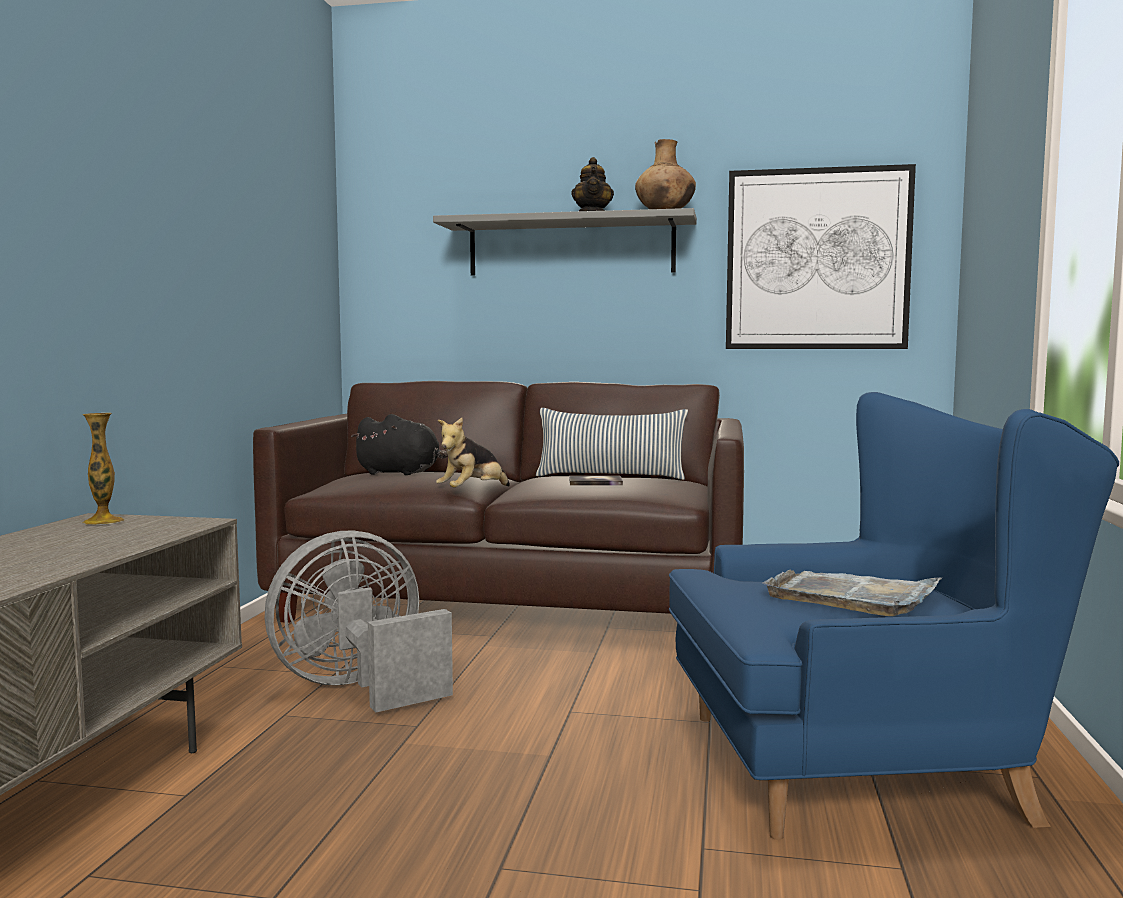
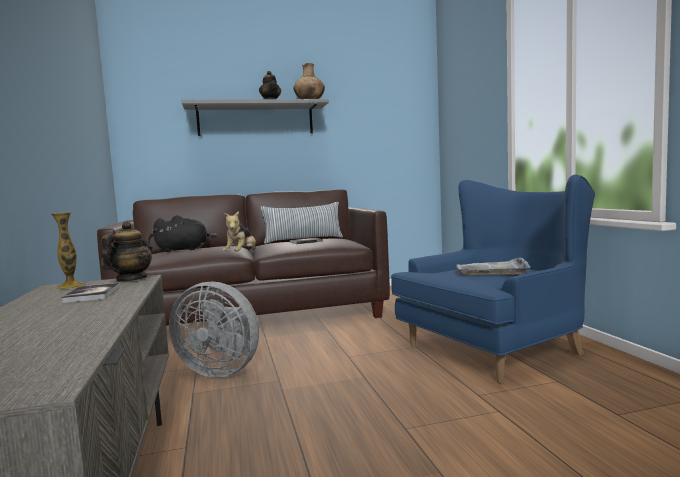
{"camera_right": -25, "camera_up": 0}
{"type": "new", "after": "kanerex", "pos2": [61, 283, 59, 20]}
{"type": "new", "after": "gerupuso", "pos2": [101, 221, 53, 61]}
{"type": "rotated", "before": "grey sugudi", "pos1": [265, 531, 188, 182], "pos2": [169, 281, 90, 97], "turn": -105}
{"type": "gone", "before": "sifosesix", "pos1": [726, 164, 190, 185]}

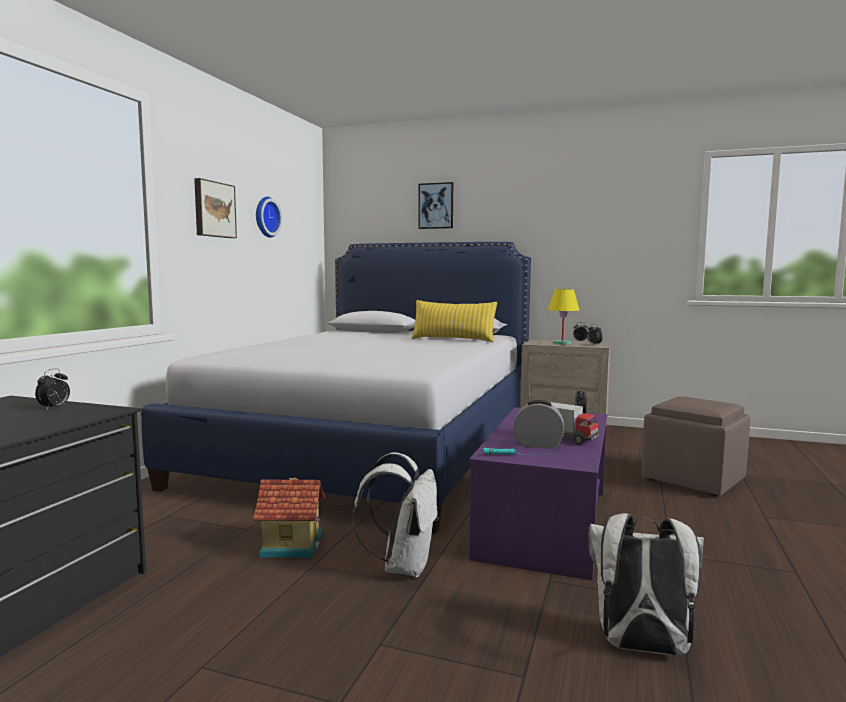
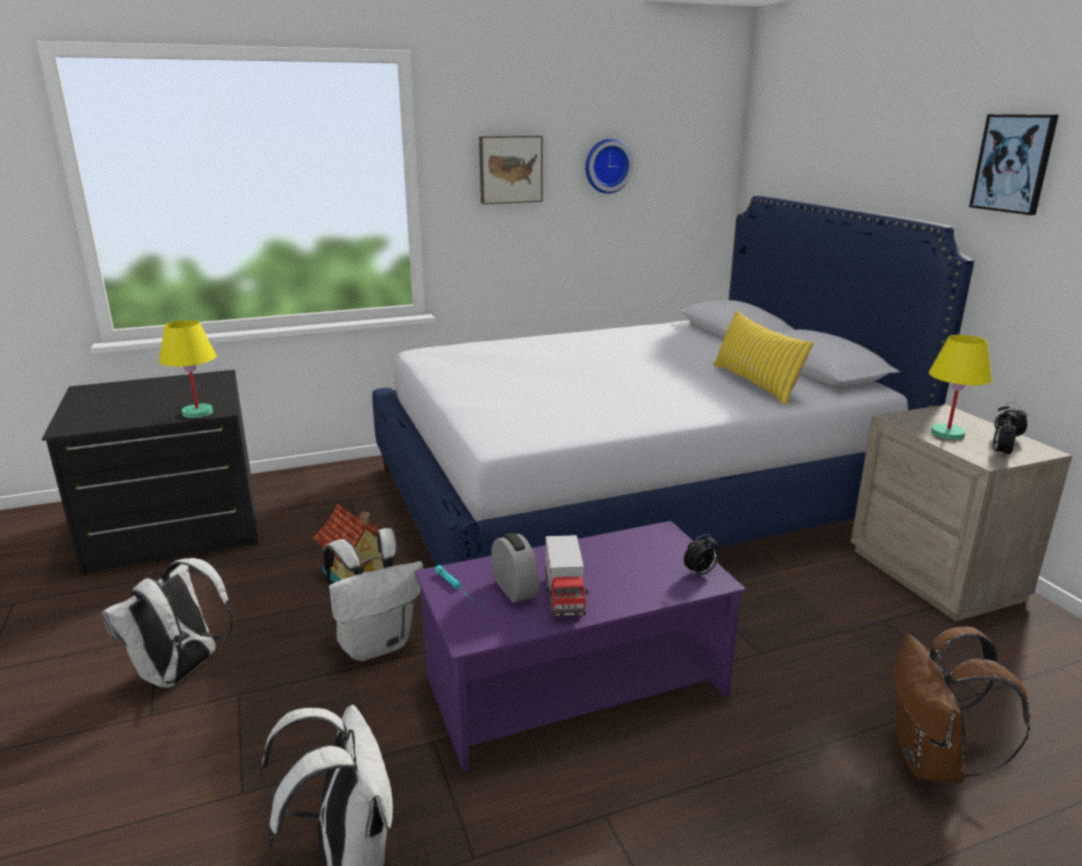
{"camera_right": 50, "camera_up": 15}
{"type": "new", "after": "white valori", "pos2": [102, 558, 132, 130]}
{"type": "new", "after": "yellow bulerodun", "pos2": [159, 320, 57, 98]}
{"type": "swapped", "before": "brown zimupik", "after": "brown valori", "pos1": [642, 396, 108, 100], "pos2": [893, 626, 137, 157]}
{"type": "shifted", "before": "sifosesix", "pos1": [418, 182, 35, 47], "pos2": [969, 114, 90, 101]}
{"type": "gone", "before": "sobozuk", "pos1": [35, 369, 35, 40]}

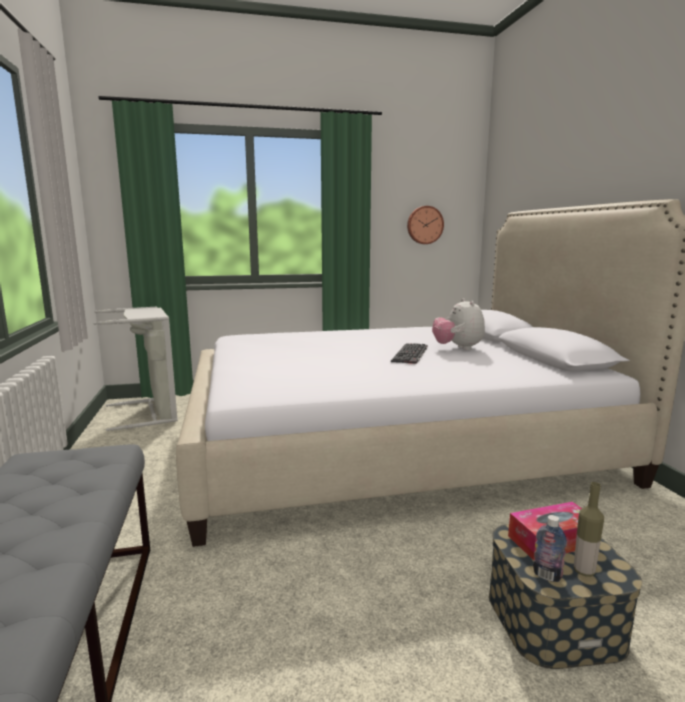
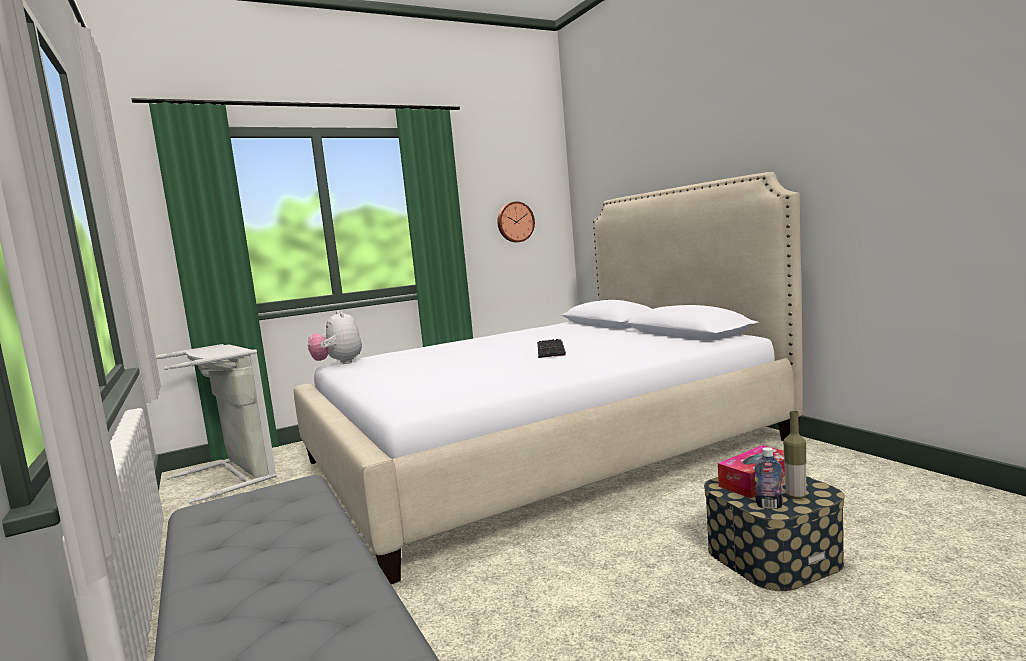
{"camera_right": -15, "camera_up": -5}
{"type": "shifted", "before": "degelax", "pos1": [432, 298, 53, 52], "pos2": [308, 311, 54, 53]}

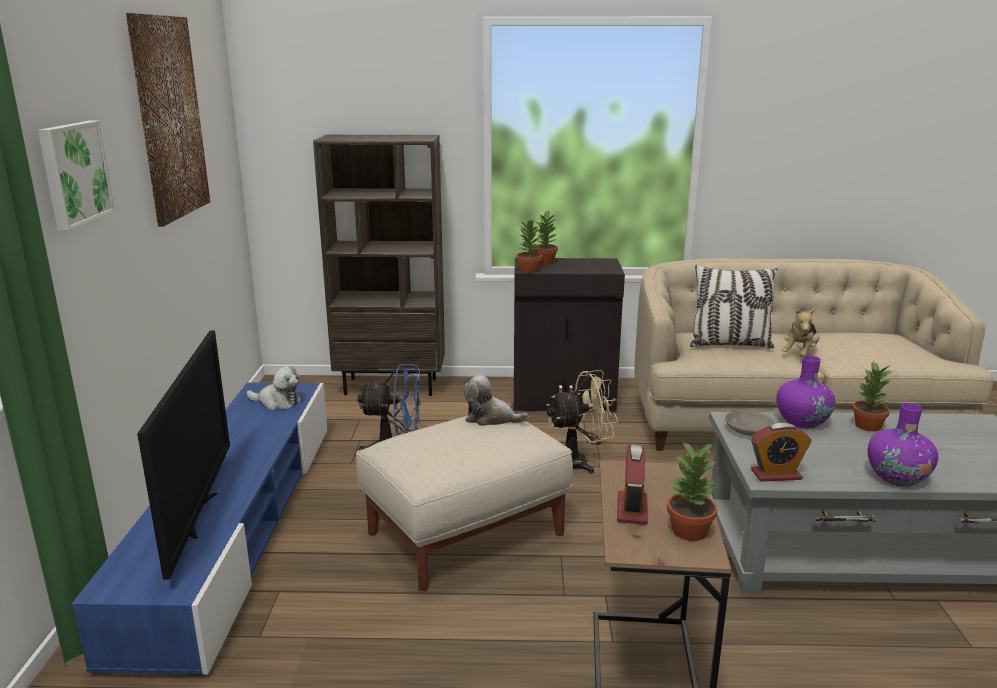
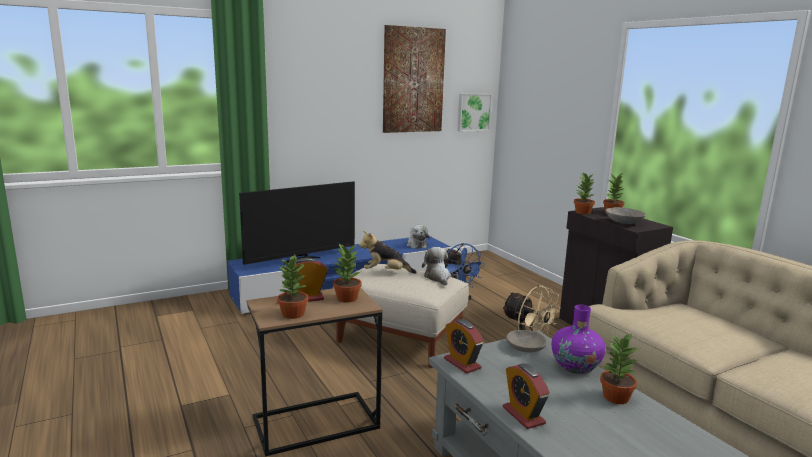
{"camera_right": 60, "camera_up": -5}
{"type": "new", "after": "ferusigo", "pos2": [333, 244, 29, 58]}
{"type": "shifted", "before": "degelax", "pos1": [782, 308, 37, 49], "pos2": [359, 231, 58, 43]}
{"type": "shifted", "before": "sifosesix", "pos1": [38, 121, 77, 109], "pos2": [457, 94, 35, 38]}
{"type": "swapped", "before": "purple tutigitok", "after": "sobozuk", "pos1": [868, 403, 70, 84], "pos2": [503, 363, 47, 66]}
{"type": "new", "after": "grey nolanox", "pos2": [606, 207, 40, 17]}
{"type": "gone", "before": "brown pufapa", "pos1": [313, 135, 132, 261]}
{"type": "gone", "before": "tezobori", "pos1": [690, 265, 87, 84]}

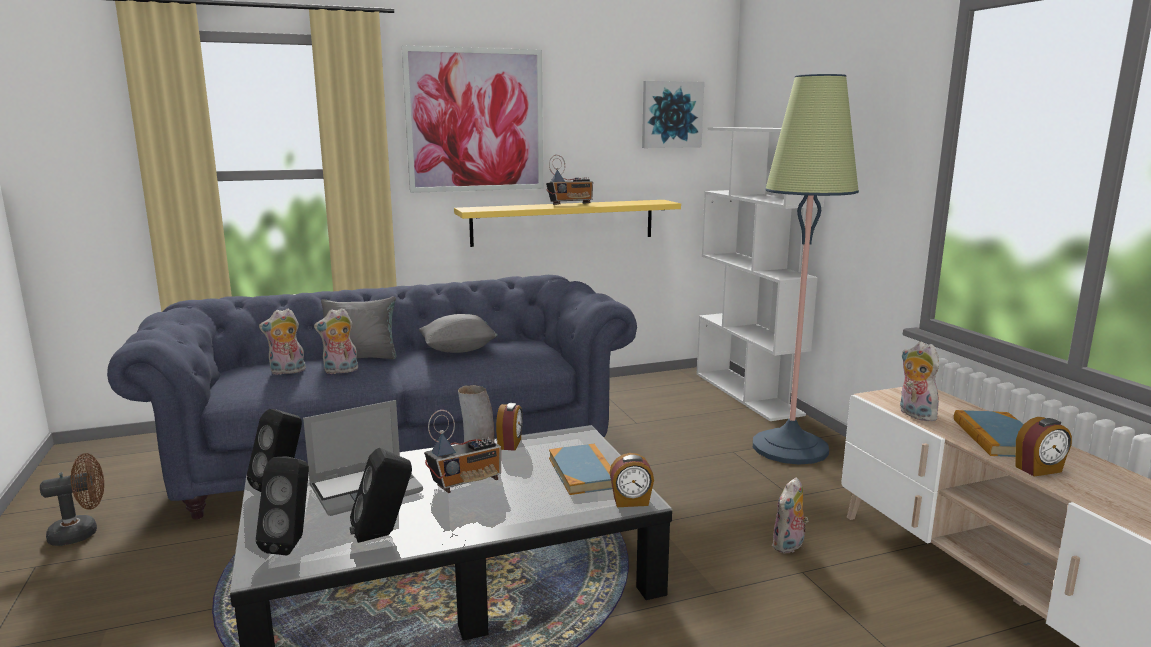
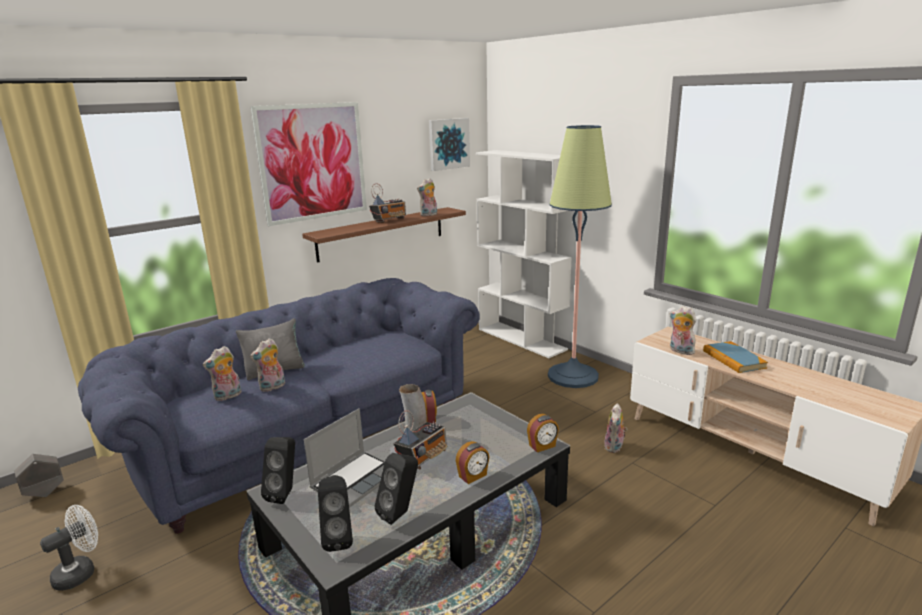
{"camera_right": -20, "camera_up": 5}
{"type": "new", "after": "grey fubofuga", "pos2": [14, 454, 50, 43]}
{"type": "repainted", "before": "brown sugudi", "after": "white sugudi", "pos1": [40, 453, 64, 93], "pos2": [40, 505, 58, 86]}
{"type": "repainted", "before": "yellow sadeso", "after": "brown sadeso", "pos1": [454, 200, 227, 47], "pos2": [302, 207, 164, 56]}
{"type": "new", "after": "degelax", "pos2": [417, 178, 20, 38]}
{"type": "shifted", "before": "sobozuk", "pos1": [1015, 417, 57, 60], "pos2": [456, 441, 33, 43]}
{"type": "gone", "before": "grey tezobori", "pos1": [419, 314, 79, 39]}
{"type": "gone", "before": "kanerex", "pos1": [549, 444, 63, 51]}

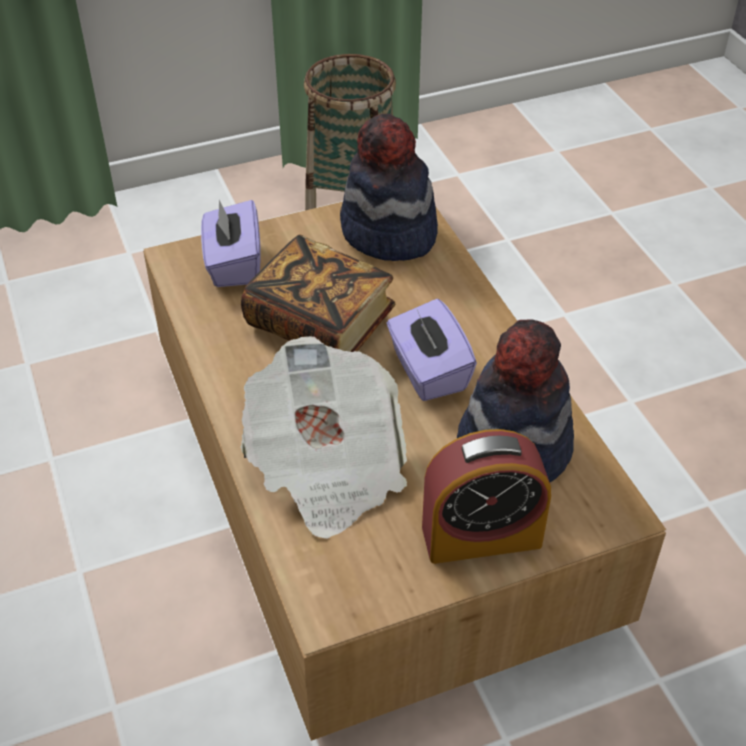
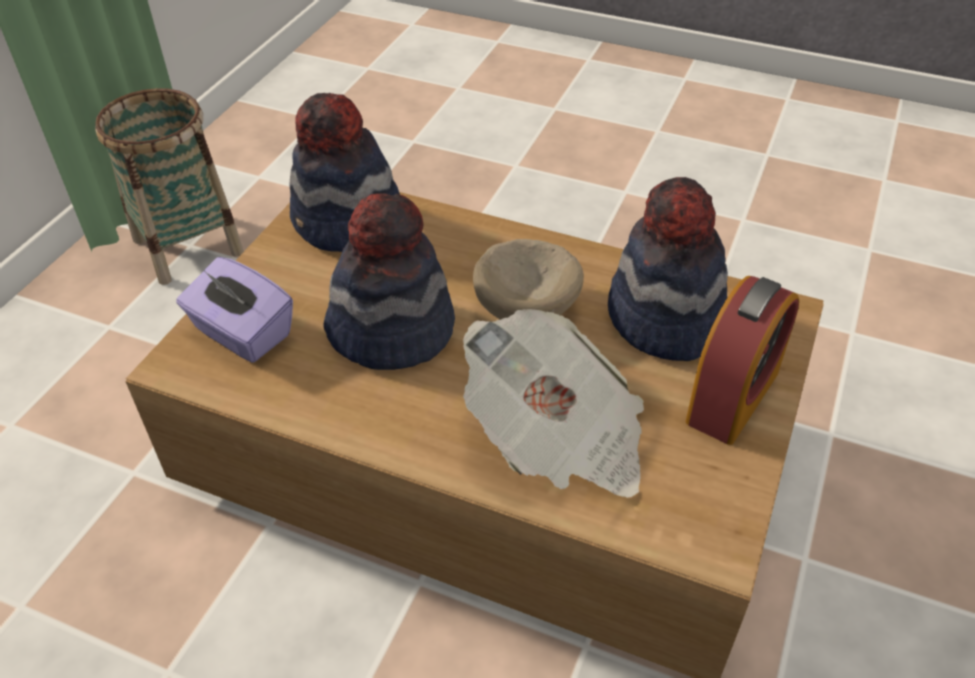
{"camera_right": -45, "camera_up": 0}
{"type": "swapped", "before": "kanerex", "after": "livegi", "pos1": [241, 235, 154, 117], "pos2": [324, 193, 131, 177]}
{"type": "swapped", "before": "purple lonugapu", "after": "beige nolanox", "pos1": [386, 299, 91, 102], "pos2": [473, 239, 111, 81]}

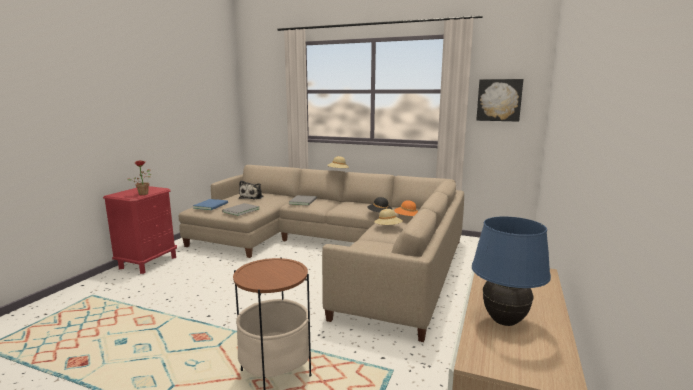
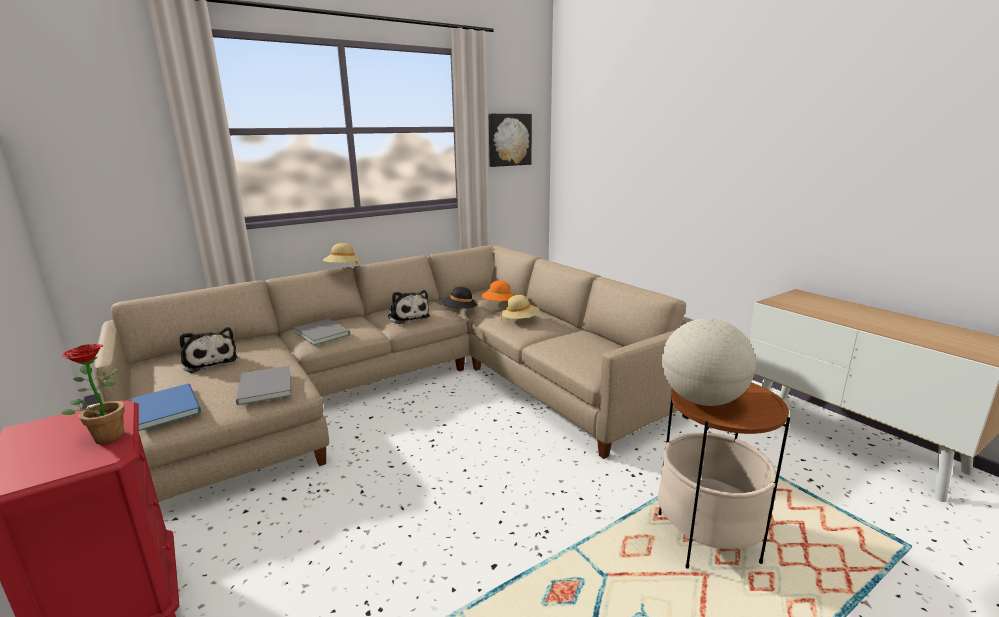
{"camera_right": -55, "camera_up": 5}
{"type": "new", "after": "degelax", "pos2": [388, 290, 42, 34]}
{"type": "new", "after": "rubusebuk", "pos2": [662, 318, 94, 88]}
{"type": "gone", "before": "blue bulerodun", "pos1": [472, 216, 79, 110]}

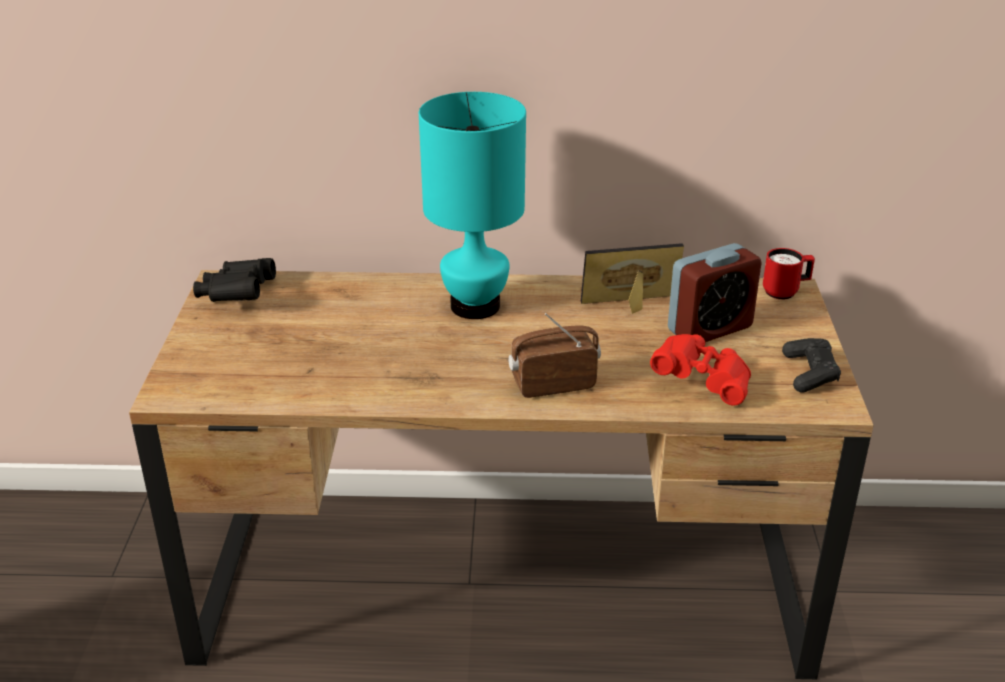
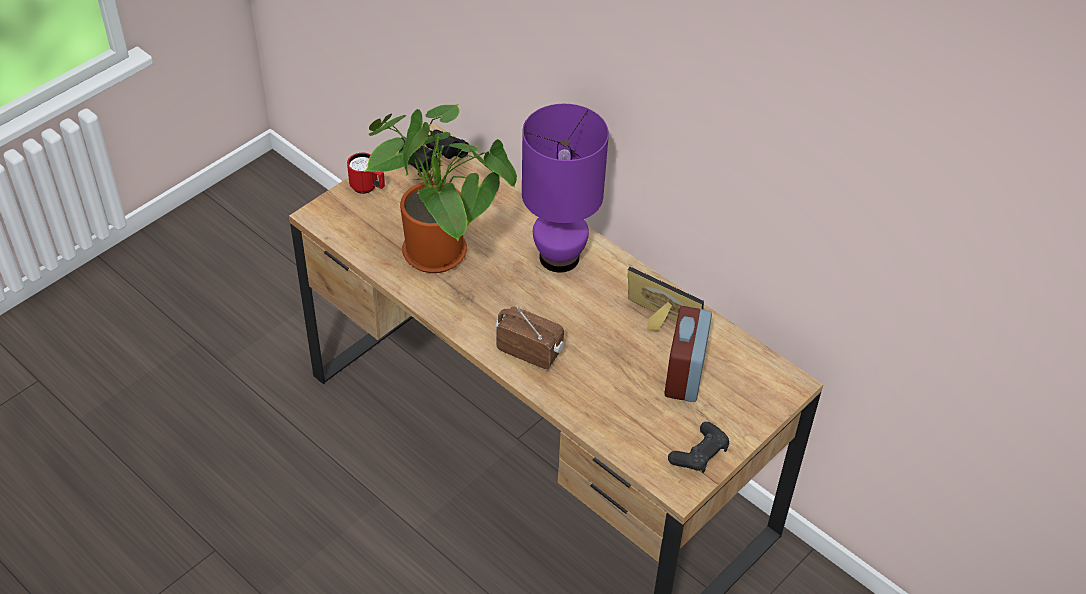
{"camera_right": 40, "camera_up": 15}
{"type": "shifted", "before": "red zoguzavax", "pos1": [763, 248, 52, 52], "pos2": [347, 153, 38, 41]}
{"type": "new", "after": "ferusigo", "pos2": [363, 104, 154, 169]}
{"type": "repainted", "before": "turquoise bulerodun", "after": "purple bulerodun", "pos1": [419, 92, 107, 227], "pos2": [522, 104, 87, 169]}
{"type": "rotated", "before": "sobozuk", "pos1": [668, 243, 94, 99], "pos2": [664, 306, 48, 96], "turn": 90}
{"type": "gone", "before": "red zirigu", "pos1": [650, 334, 101, 72]}

